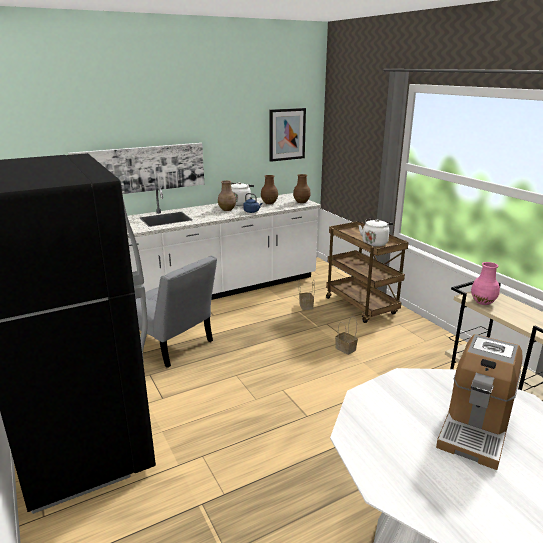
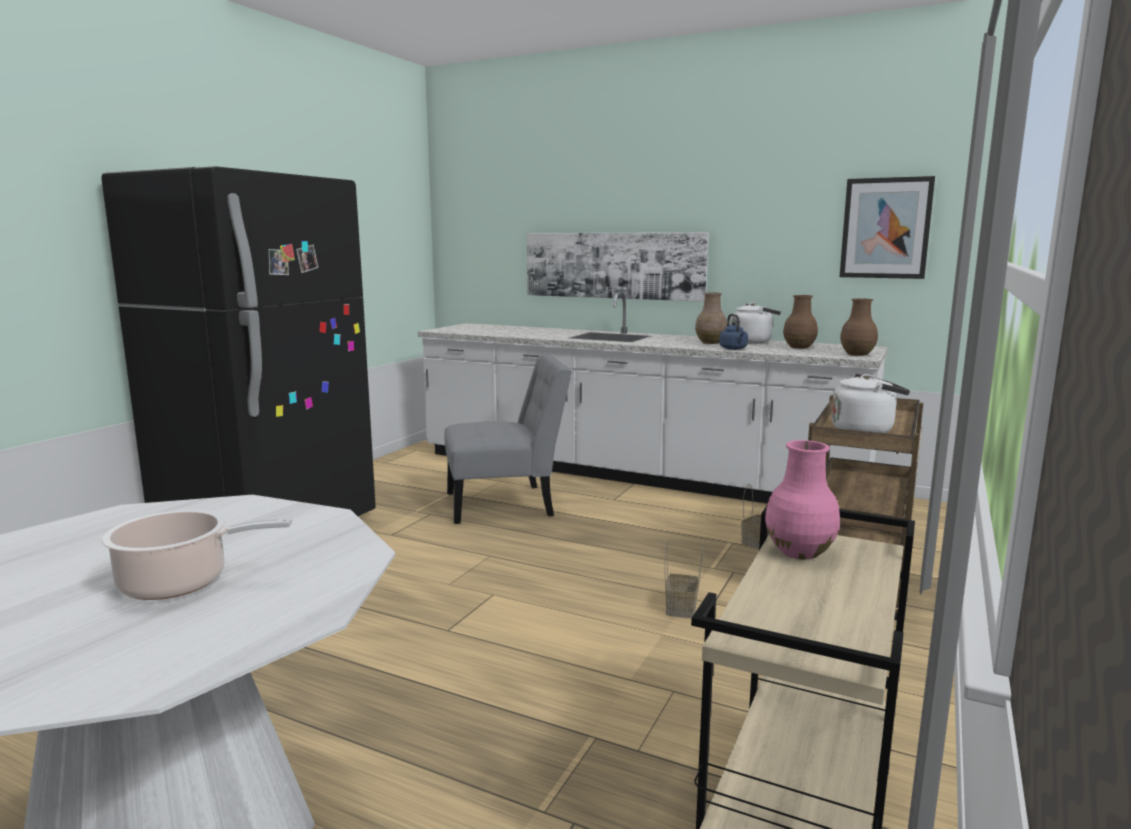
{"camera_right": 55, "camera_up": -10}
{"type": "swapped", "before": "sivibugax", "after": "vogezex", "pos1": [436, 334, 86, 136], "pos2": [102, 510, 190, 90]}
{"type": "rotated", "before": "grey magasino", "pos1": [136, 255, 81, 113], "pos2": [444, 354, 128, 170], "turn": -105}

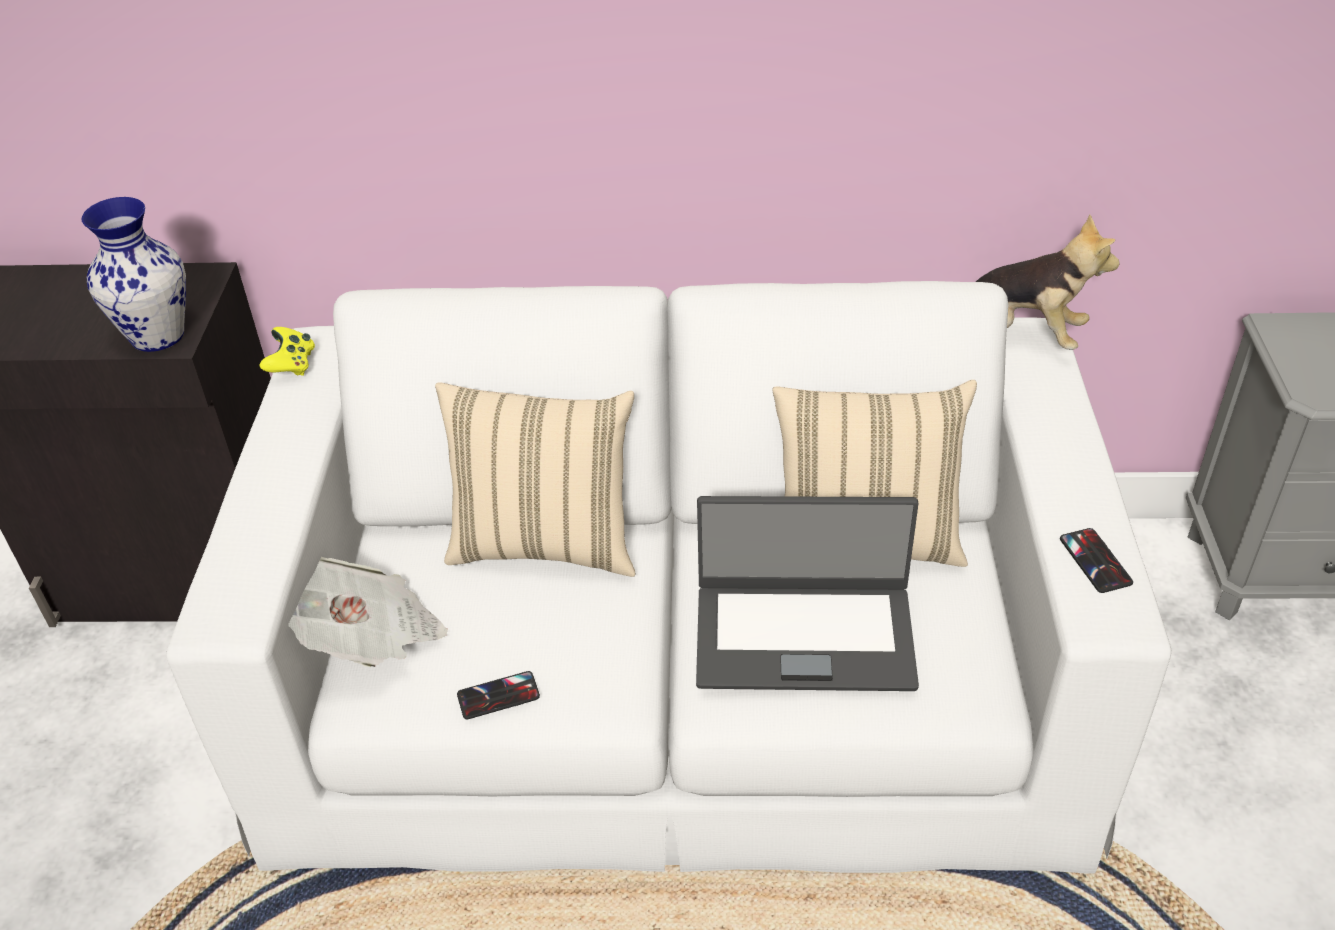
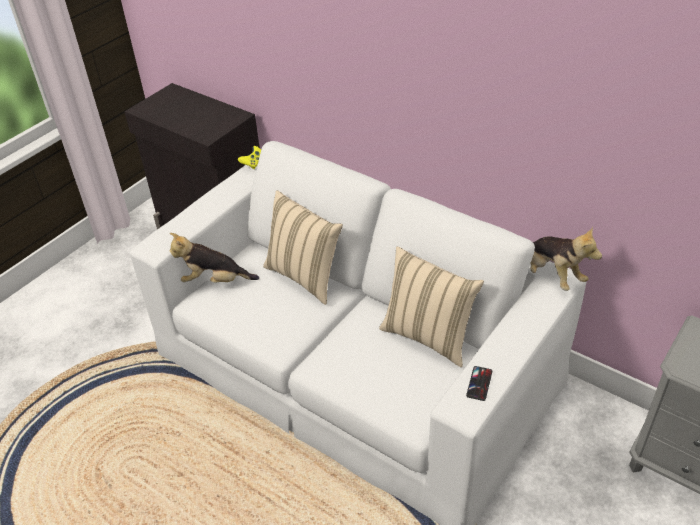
{"camera_right": 35, "camera_up": 0}
{"type": "swapped", "before": "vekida", "after": "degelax", "pos1": [288, 557, 160, 110], "pos2": [170, 233, 89, 50]}
{"type": "gone", "before": "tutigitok", "pos1": [82, 197, 104, 155]}
{"type": "gone", "before": "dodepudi", "pos1": [457, 671, 83, 48]}
{"type": "gone", "before": "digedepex", "pos1": [696, 496, 223, 195]}

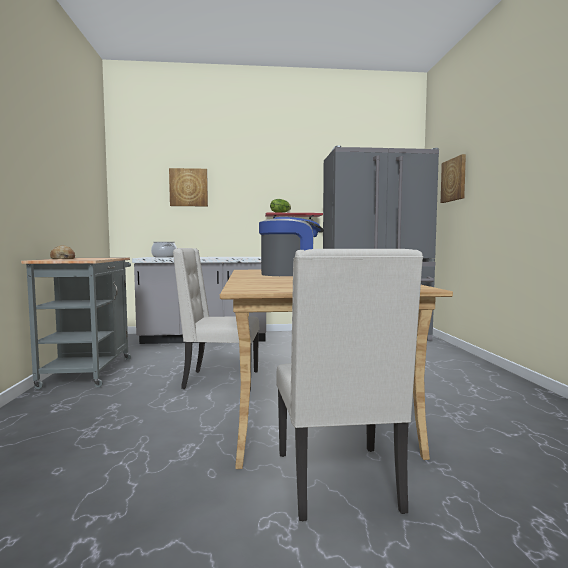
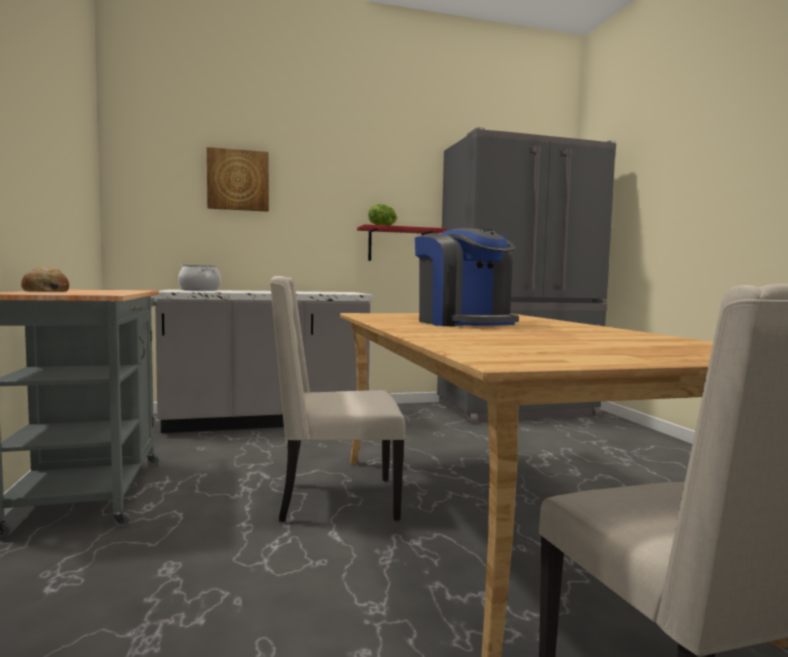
{"camera_right": -10, "camera_up": 0}
{"type": "rotated", "before": "sivibugax", "pos1": [259, 216, 65, 60], "pos2": [415, 228, 104, 98], "turn": 90}
{"type": "gone", "before": "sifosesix", "pos1": [441, 154, 25, 49]}

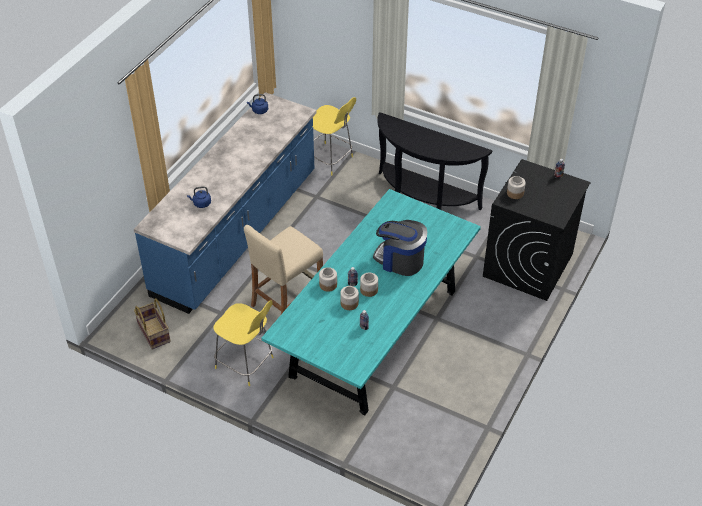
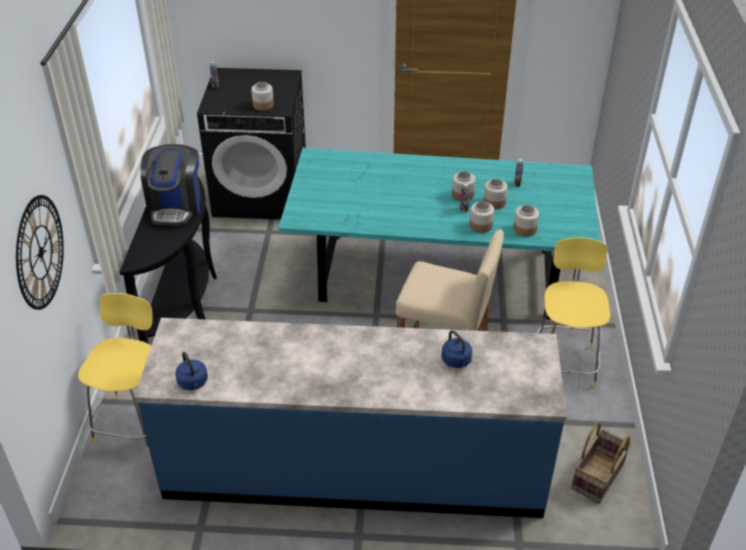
{"camera_right": -115, "camera_up": -5}
{"type": "new", "after": "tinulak", "pos2": [16, 195, 48, 115]}
{"type": "shifted", "before": "sivibugax", "pos1": [373, 220, 54, 56], "pos2": [140, 144, 61, 82]}
{"type": "new", "after": "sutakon", "pos2": [513, 205, 26, 32]}

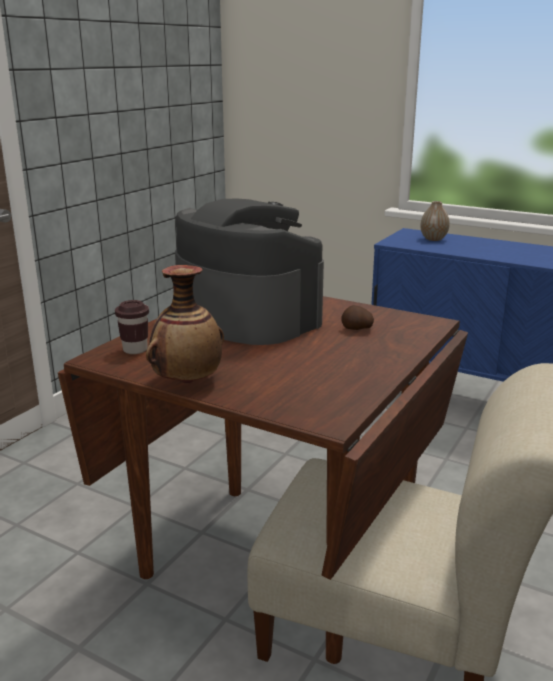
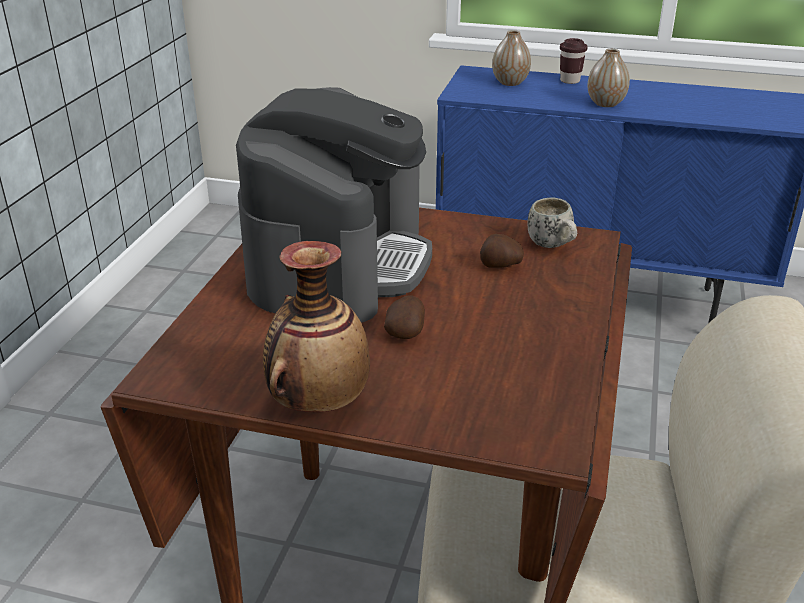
{"camera_right": -15, "camera_up": 10}
{"type": "rotated", "before": "sivibugax", "pos1": [175, 199, 149, 146], "pos2": [236, 87, 196, 236], "turn": 75}
{"type": "new", "after": "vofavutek", "pos2": [384, 295, 41, 44]}
{"type": "new", "after": "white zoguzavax", "pos2": [527, 198, 50, 50]}
{"type": "shifted", "before": "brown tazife", "pos1": [115, 300, 34, 54], "pos2": [560, 38, 28, 46]}
{"type": "new", "after": "tutigitok", "pos2": [588, 49, 42, 58]}

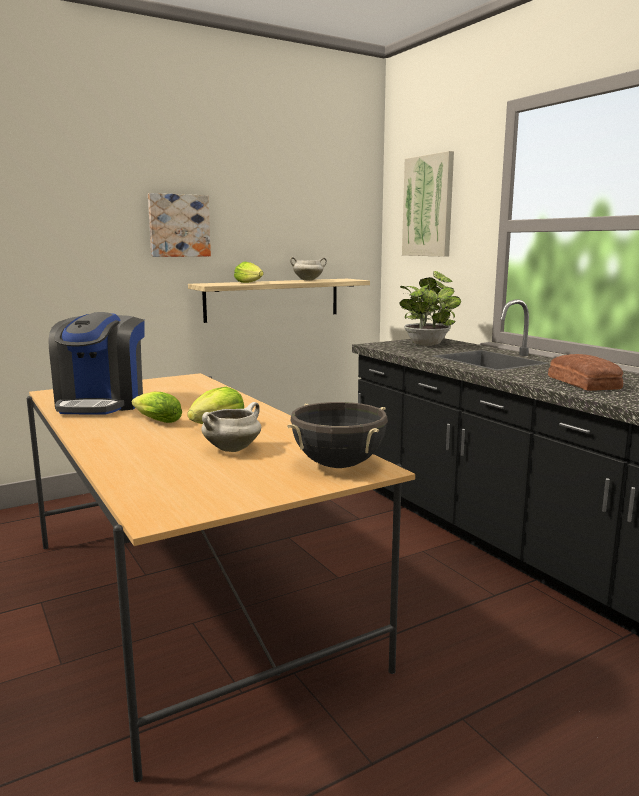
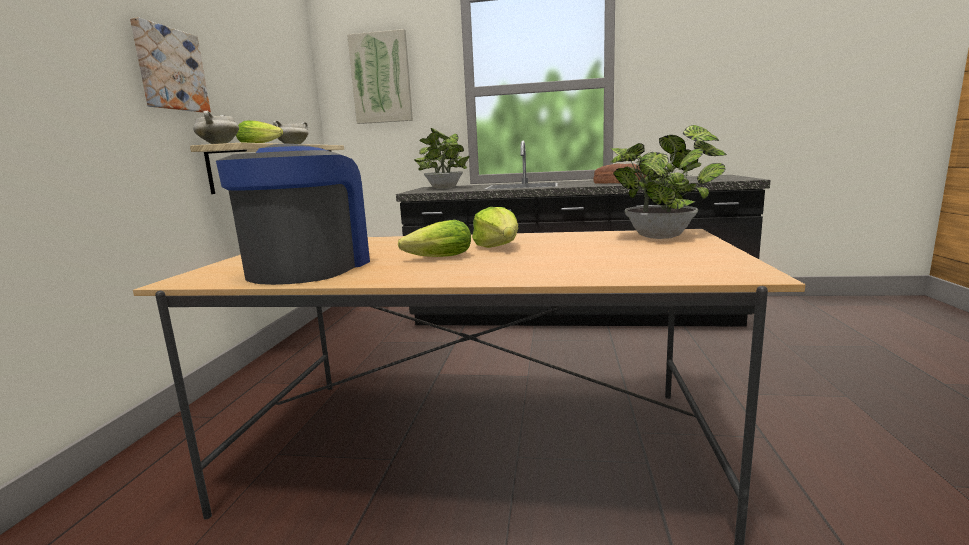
{"camera_right": -50, "camera_up": 0}
{"type": "shifted", "before": "white vogezex", "pos1": [201, 402, 60, 50], "pos2": [193, 111, 46, 33]}
{"type": "rotated", "before": "sivibugax", "pos1": [49, 312, 96, 102], "pos2": [216, 144, 154, 141], "turn": -120}
{"type": "swapped", "before": "black vogezex", "after": "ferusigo", "pos1": [287, 402, 101, 66], "pos2": [610, 125, 117, 114]}

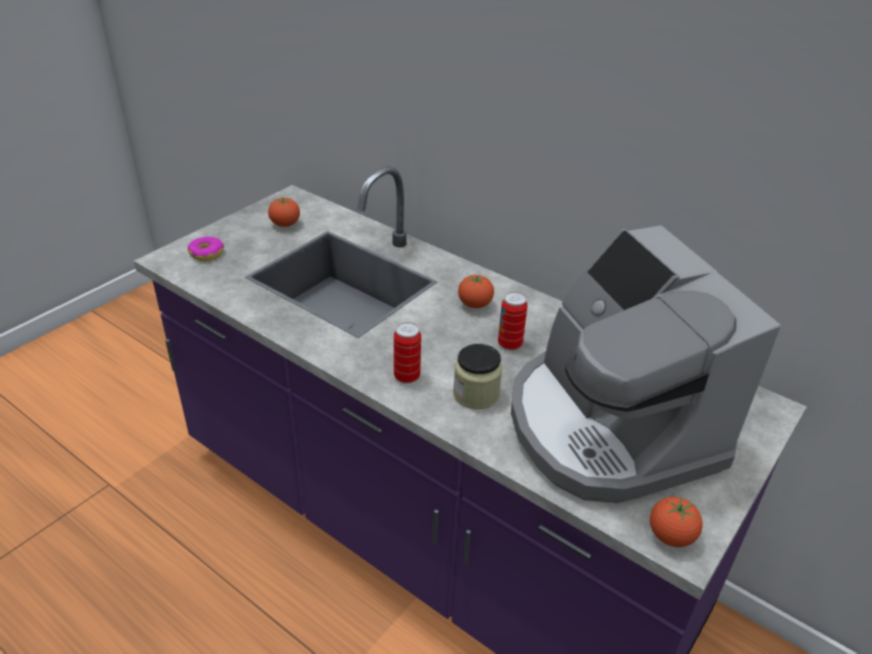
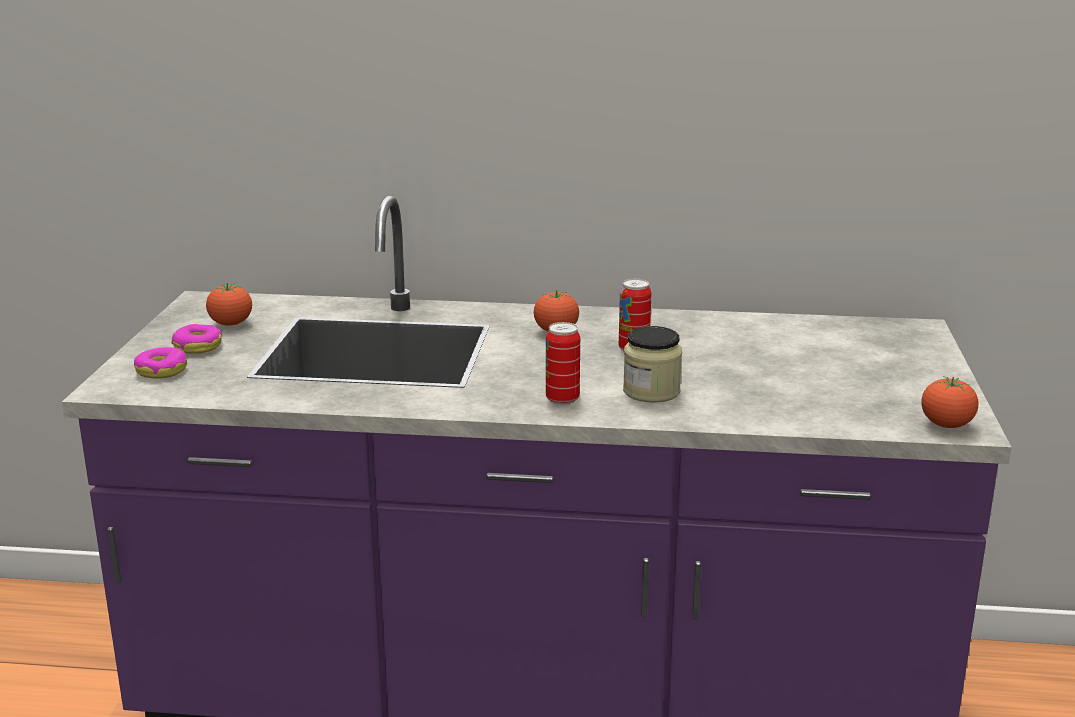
{"camera_right": -30, "camera_up": -15}
{"type": "new", "after": "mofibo", "pos2": [172, 324, 51, 30]}
{"type": "gone", "before": "sivibugax", "pos1": [511, 225, 270, 278]}

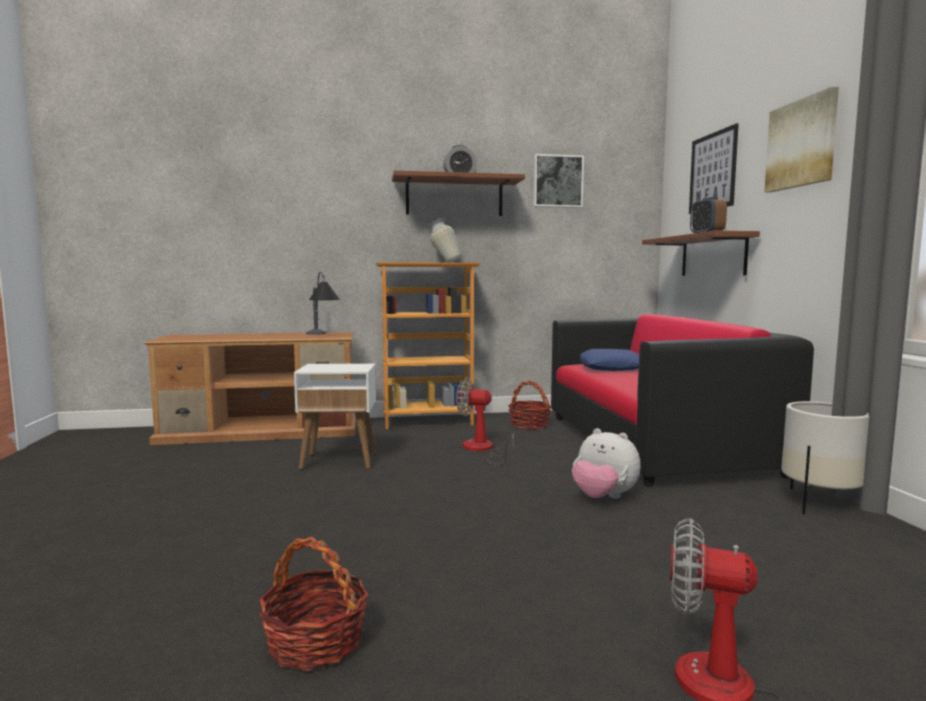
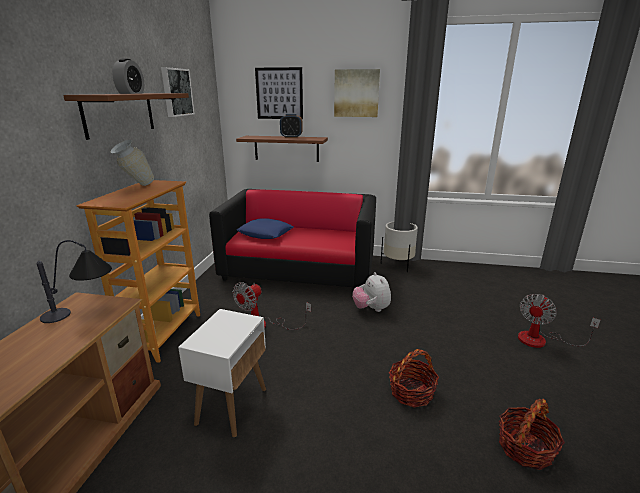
{"camera_right": -70, "camera_up": 15}
{"type": "rotated", "before": "degelax", "pos1": [572, 428, 69, 71], "pos2": [352, 272, 39, 40], "turn": 105}
{"type": "shifted", "before": "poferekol", "pos1": [508, 381, 44, 48], "pos2": [389, 349, 50, 59]}

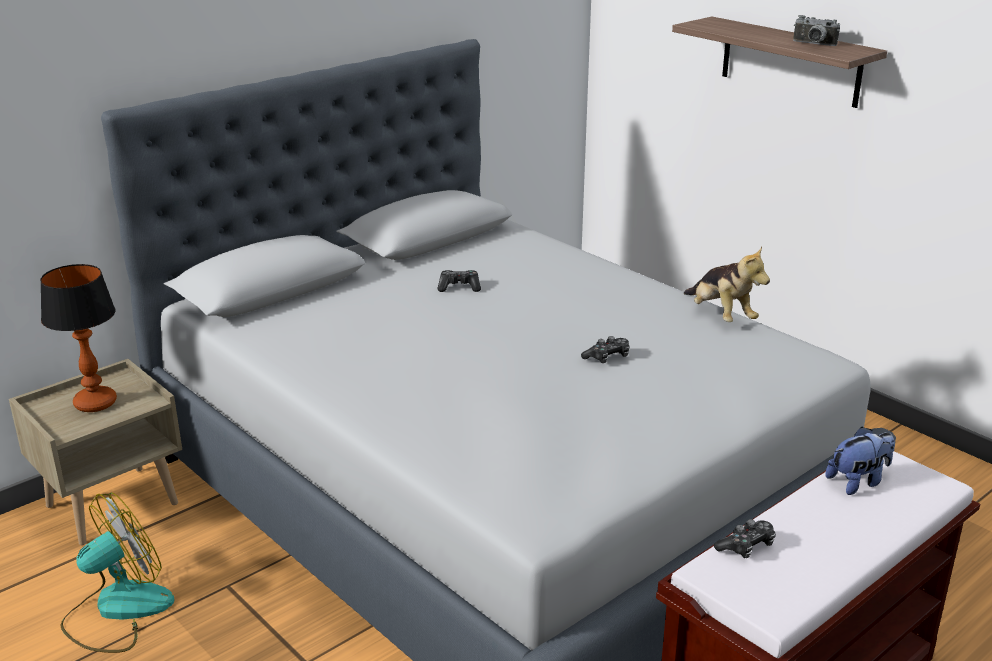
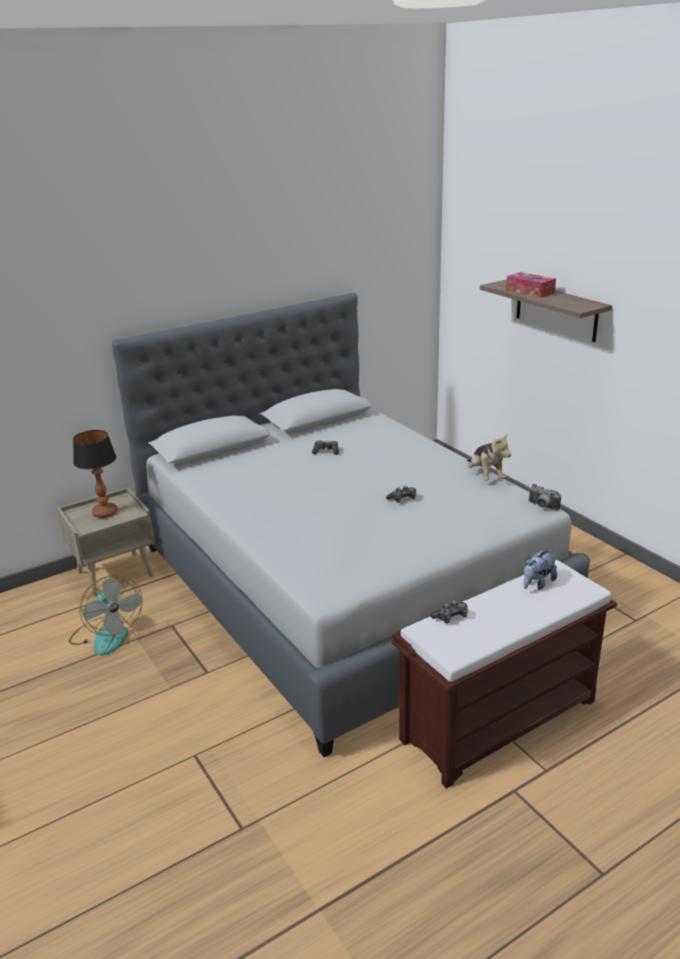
{"camera_right": 10, "camera_up": 0}
{"type": "rotated", "before": "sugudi", "pos1": [60, 492, 114, 161], "pos2": [69, 575, 74, 81], "turn": 90}
{"type": "new", "after": "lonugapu", "pos2": [506, 272, 50, 26]}
{"type": "rotated", "before": "degelax", "pos1": [825, 427, 70, 68], "pos2": [524, 549, 33, 41], "turn": 150}
{"type": "shifted", "before": "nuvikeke", "pos1": [793, 15, 47, 31], "pos2": [529, 484, 32, 26]}

